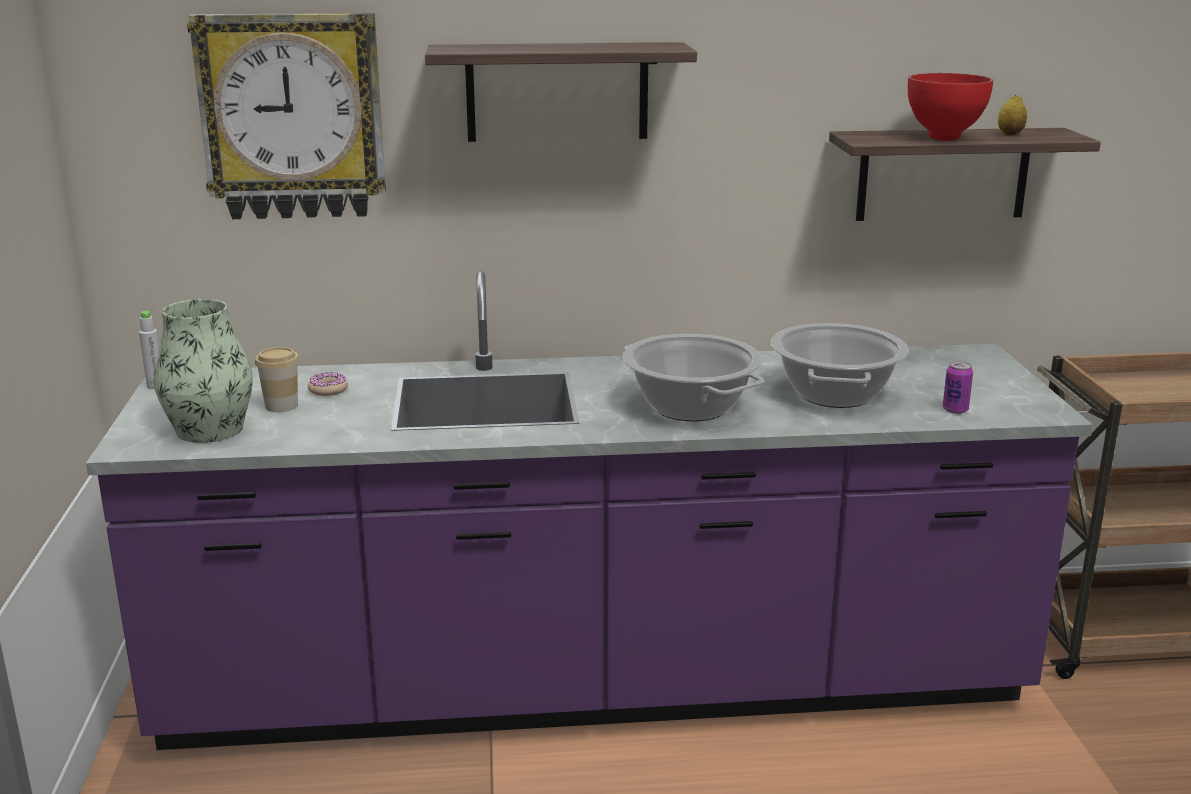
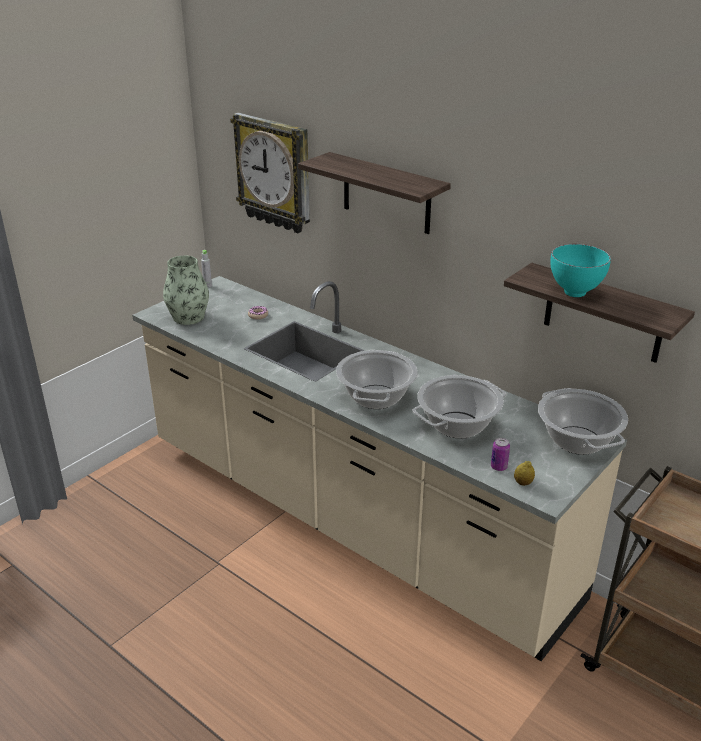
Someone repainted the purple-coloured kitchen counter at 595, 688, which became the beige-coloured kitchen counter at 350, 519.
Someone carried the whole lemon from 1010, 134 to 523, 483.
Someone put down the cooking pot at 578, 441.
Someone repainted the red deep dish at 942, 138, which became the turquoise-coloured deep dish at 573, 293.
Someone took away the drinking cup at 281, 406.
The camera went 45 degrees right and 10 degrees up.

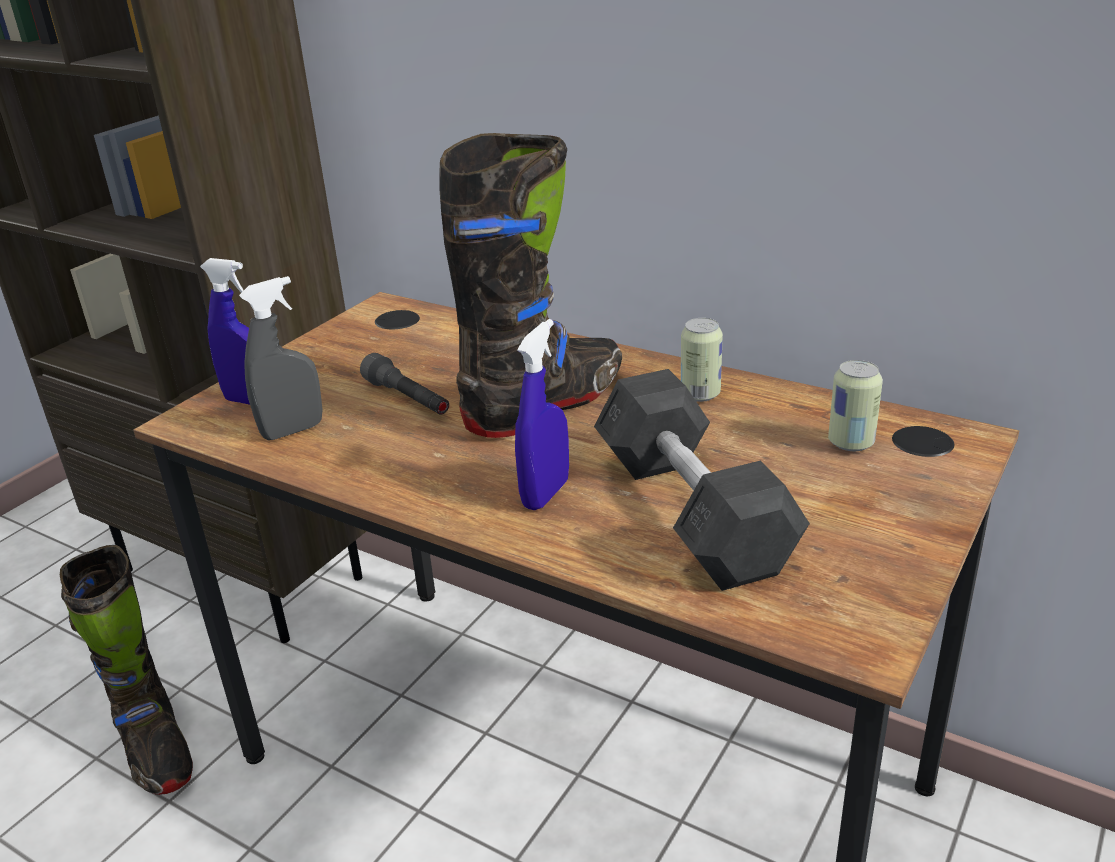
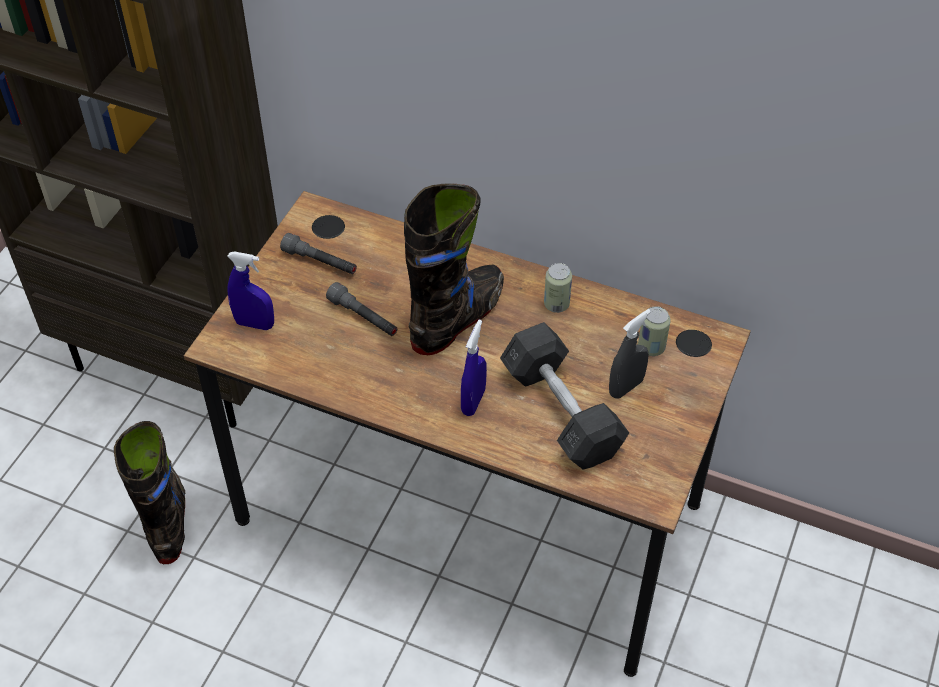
Someone rotated the blackish tall boot at 155, 748 by 150 degrees counterclockwise.
Someone put down the grey hand torch at 320, 262.
Someone carried the grey hand sprayer from 293, 431 to 626, 387.
The camera went 10 degrees left and 20 degrees up.

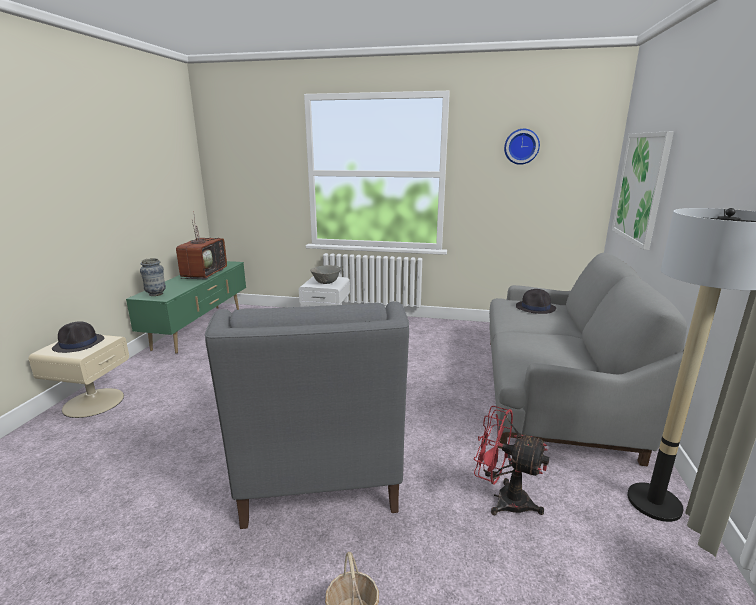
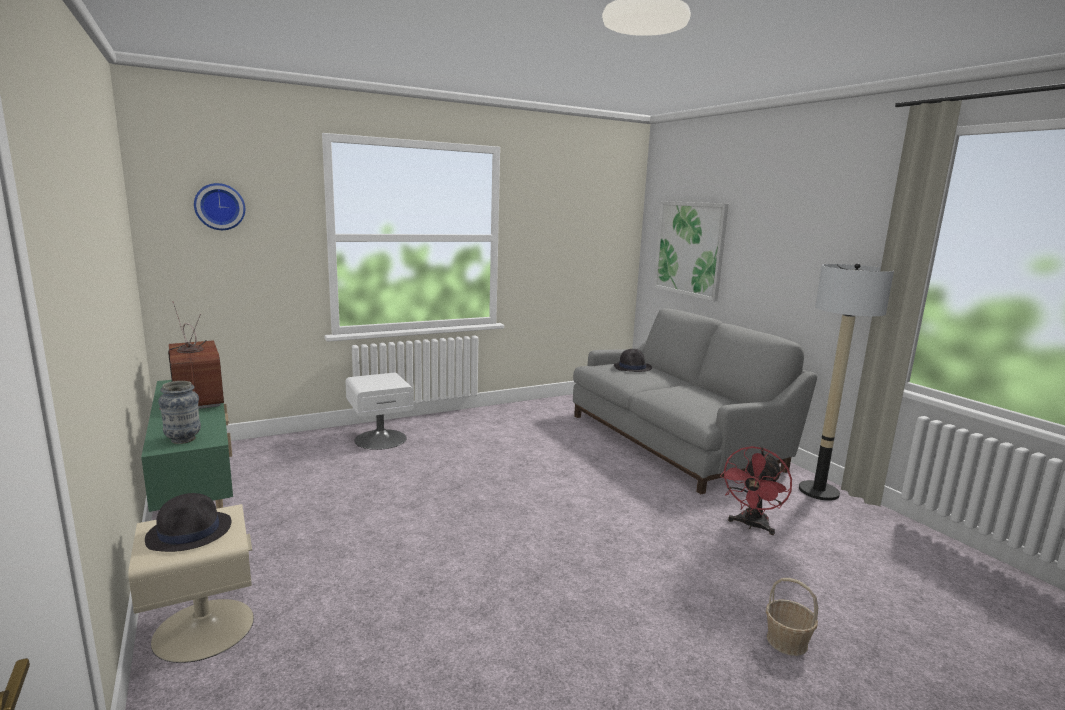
Someone carried the clock on the wall from 521, 146 to 219, 206.
Someone rotated the red electric fan at 503, 499 by 45 degrees counterclockwise.
Someone took away the grey easy chair at 319, 458.
Someone took away the grey deep dish at 326, 283.
The camera went 40 degrees left and 5 degrees down.

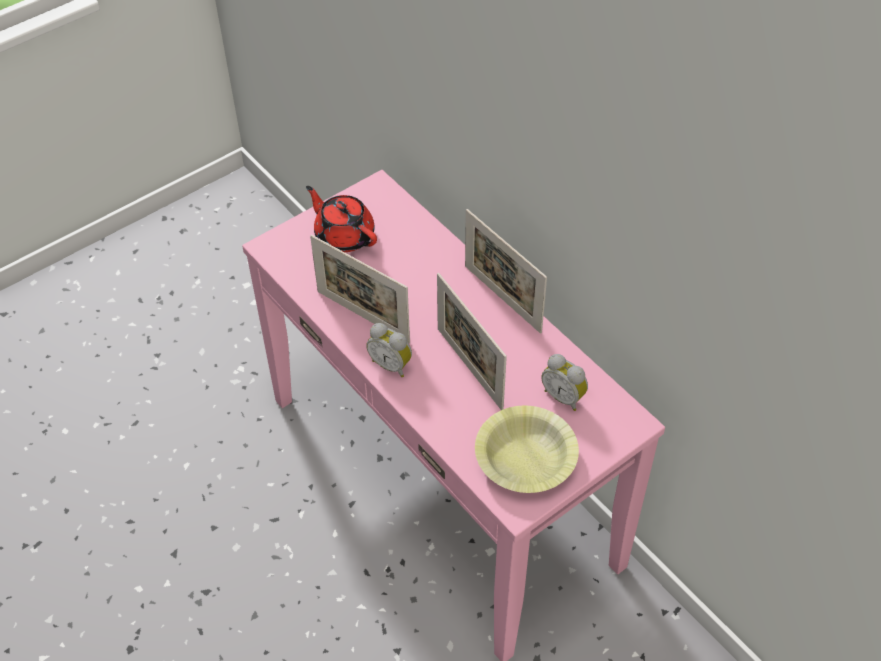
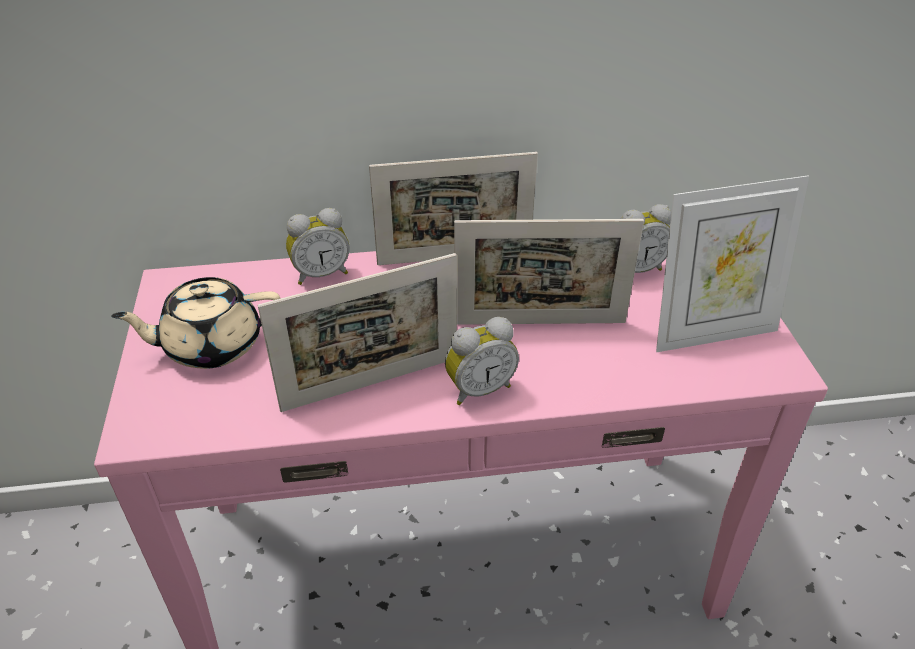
Someone repainted the red tea pot at 344, 235, which became the beige-coloured tea pot at 211, 345.
Someone put down the bedside clock at 321, 274.
Someone swapped the yellow deep dish at 526, 458 for the picture frame at 711, 332.
The camera went 60 degrees left and 10 degrees down.

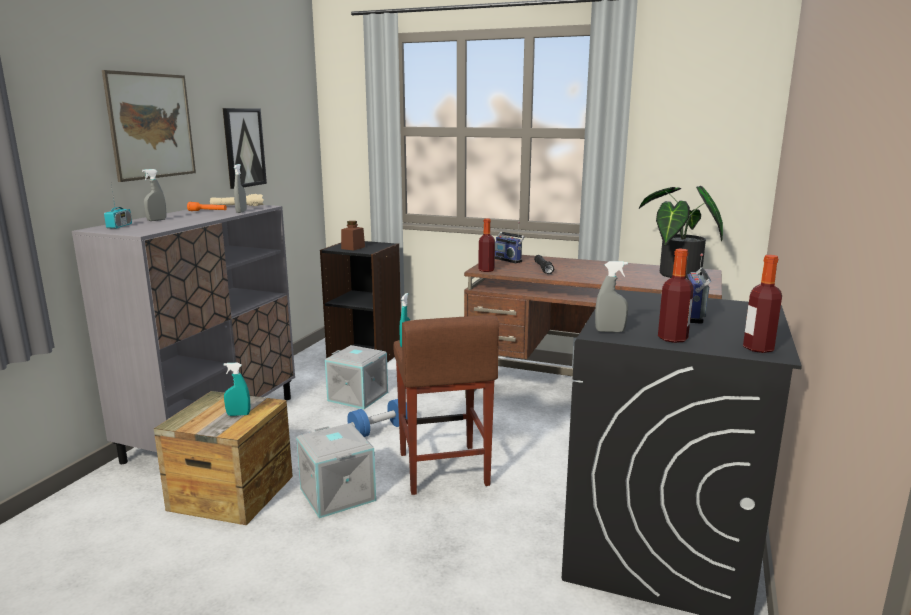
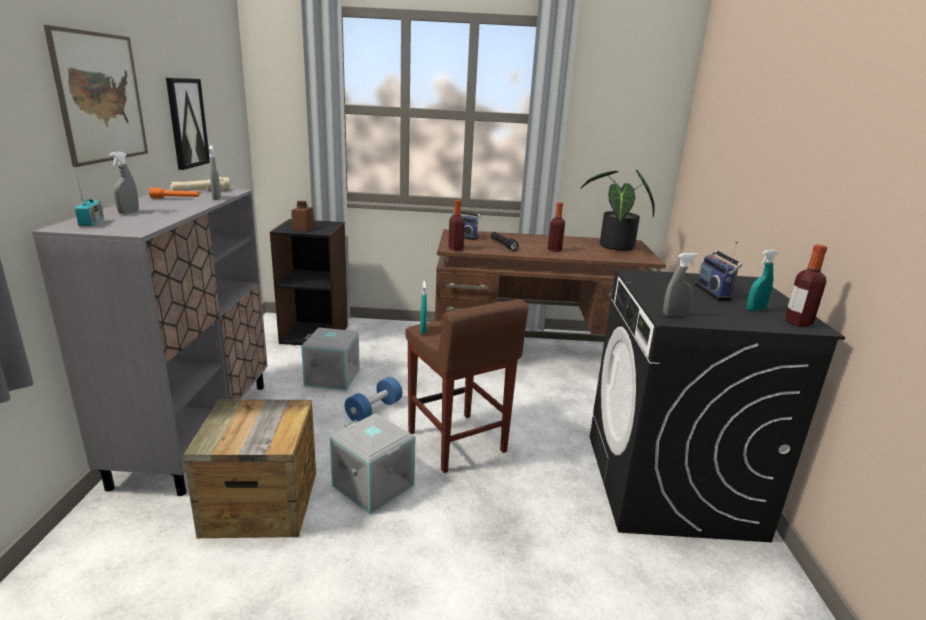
Someone carried the drink bottle from 672, 338 to 554, 250.
Someone carried the turquoise-coloured hand sprayer from 238, 414 to 755, 309.
The camera went 20 degrees left and 5 degrees up.

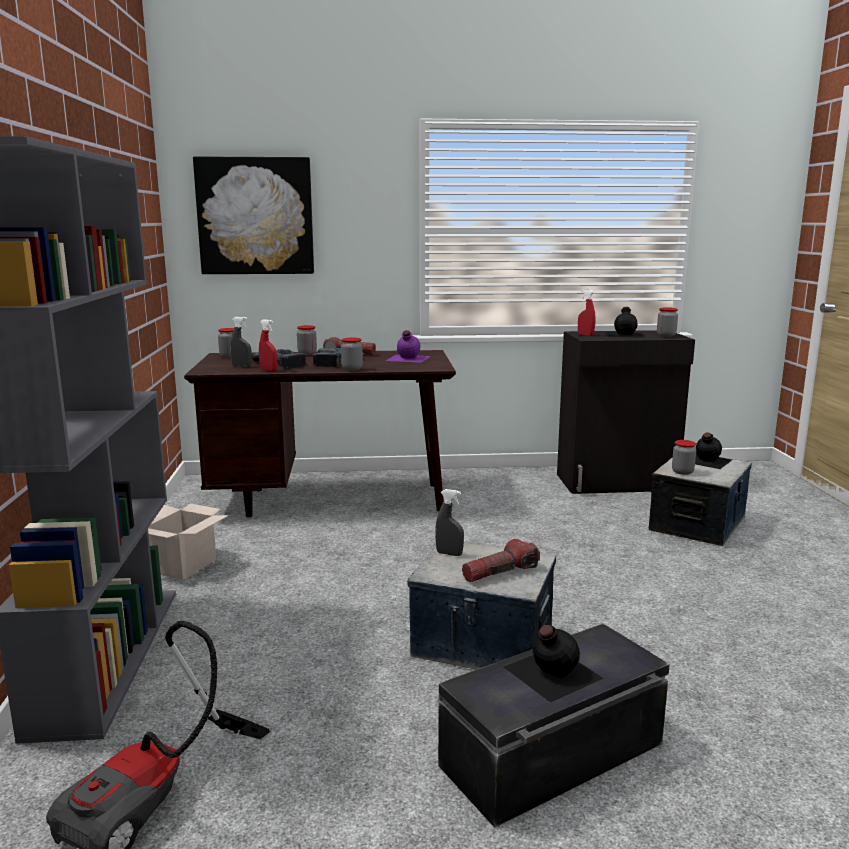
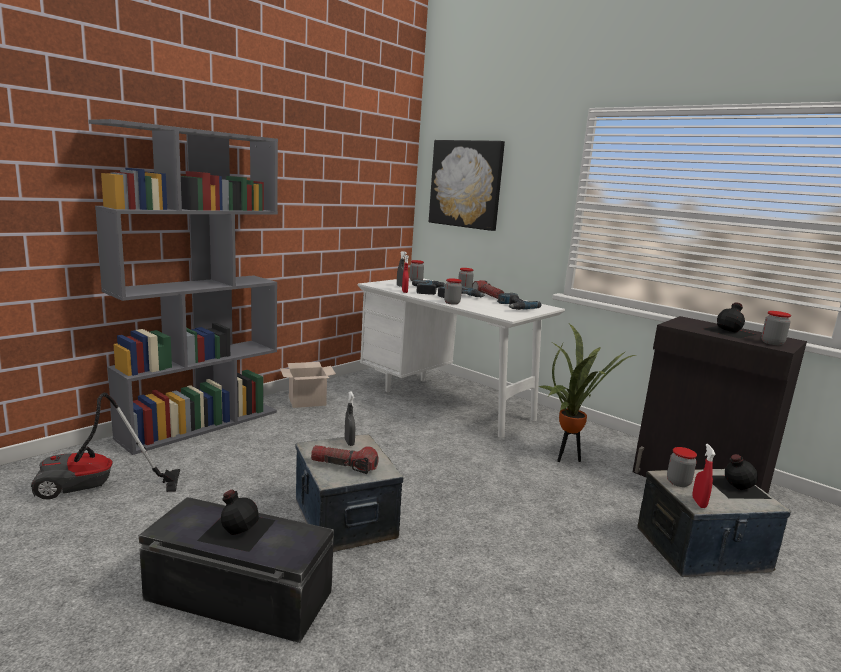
Someone repainted the brownish desk table at 330, 500, which became the white-coloured desk table at 447, 401.
Someone swapped the purple-coloured drink bottle at 407, 358 for the drill at 514, 307.
Someone put down the plant in a pot at 566, 458.
Someone carried the red hand sprayer from 585, 335 to 699, 502.
The camera went 45 degrees right and 0 degrees up.

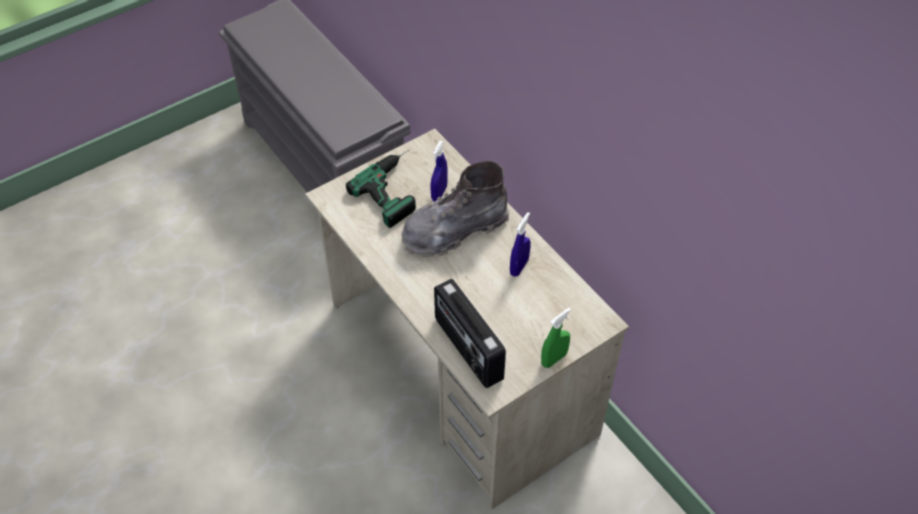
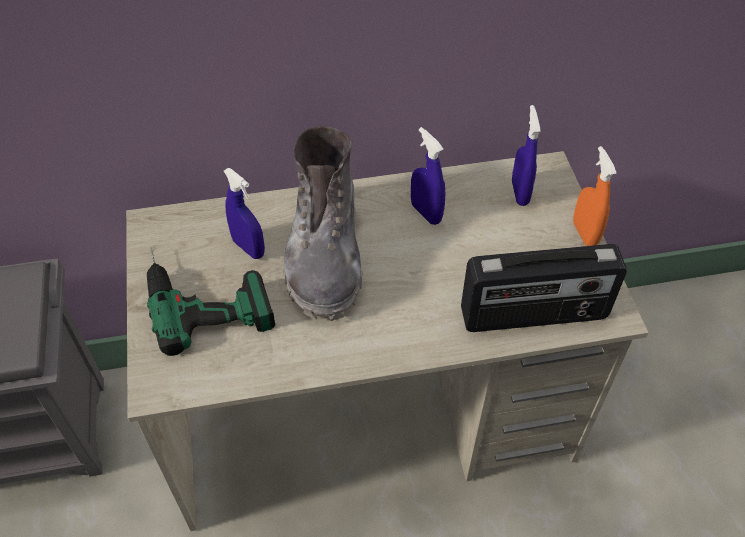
Someone put down the bluish hand sprayer at 519, 193.
Someone repainted the greenish hand sprayer at 554, 359, which became the orangey hand sprayer at 584, 234.
The camera went 65 degrees left and 0 degrees up.

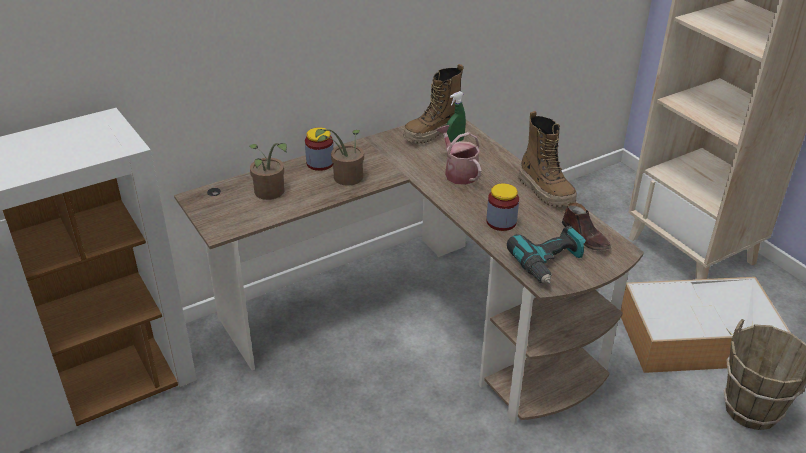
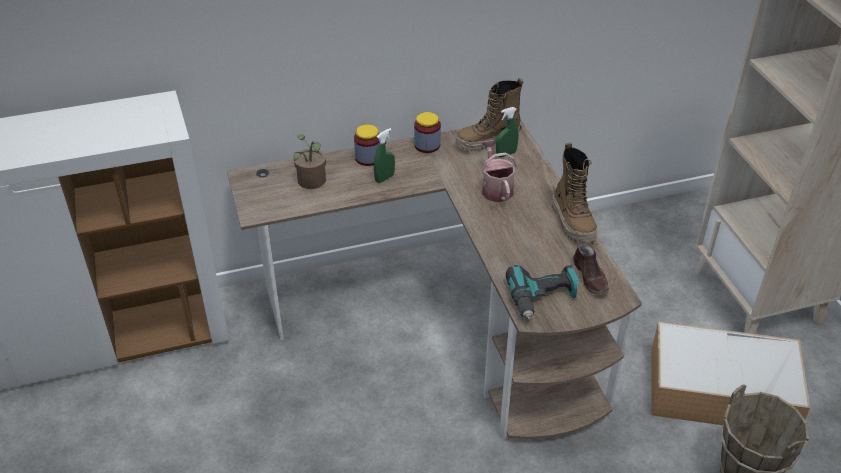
Someone swapped the plant in a pot at 344, 179 for the greenish hand sprayer at 384, 178.
Someone carried the preserve jar from 501, 222 to 427, 145.
The camera went 15 degrees right and 5 degrees up.

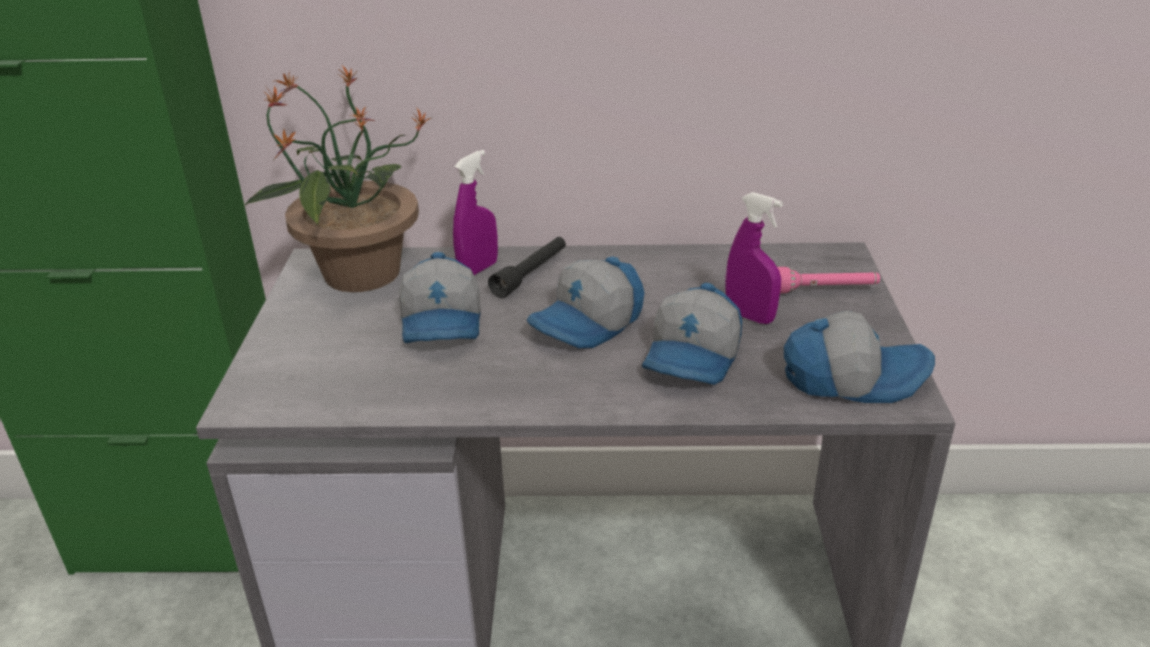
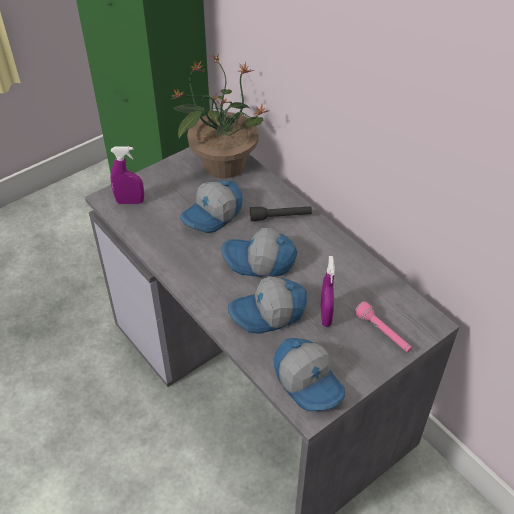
Someone carried the purple-coloured hand sprayer from 478, 269 to 130, 202.
The camera went 50 degrees right and 15 degrees up.

